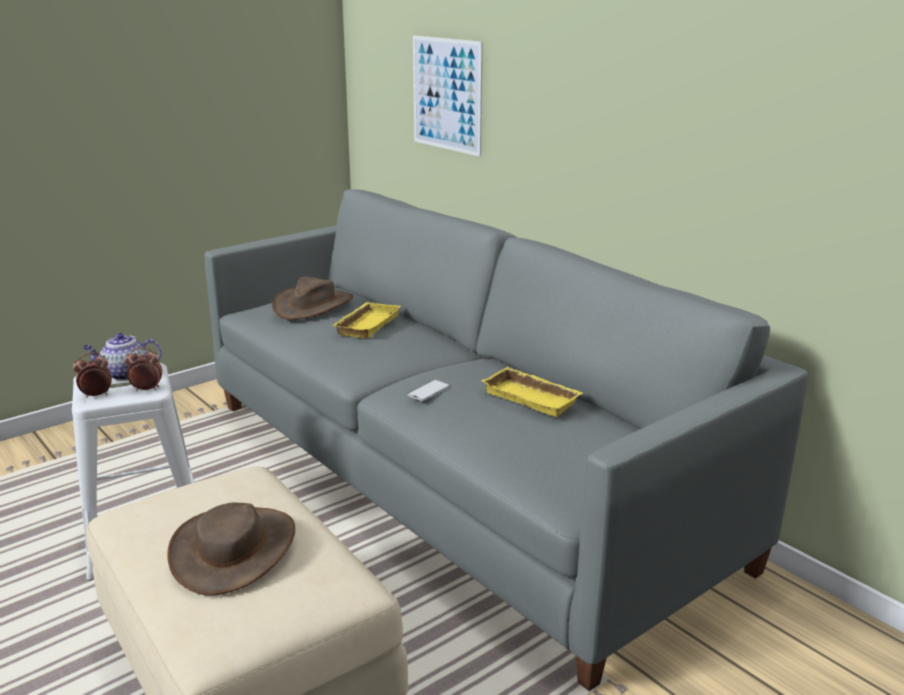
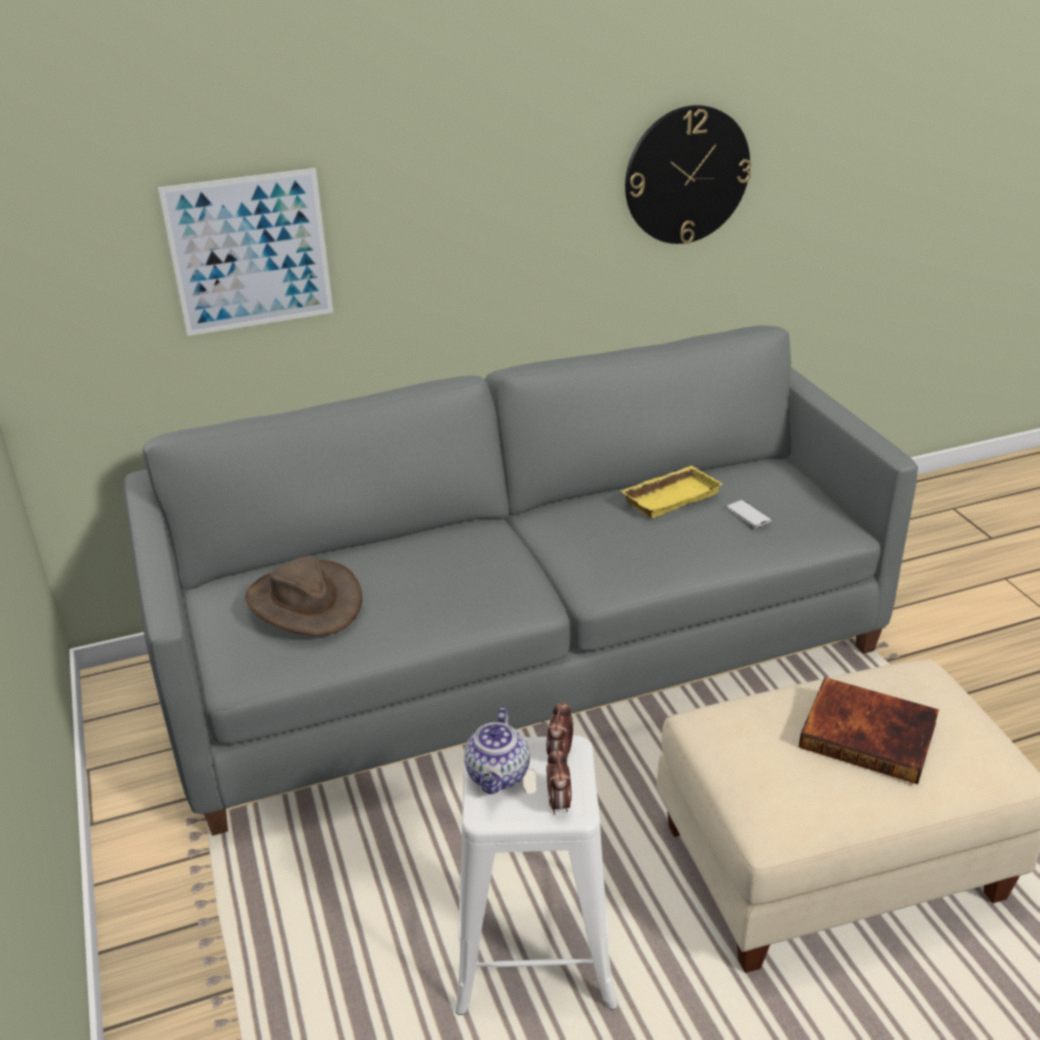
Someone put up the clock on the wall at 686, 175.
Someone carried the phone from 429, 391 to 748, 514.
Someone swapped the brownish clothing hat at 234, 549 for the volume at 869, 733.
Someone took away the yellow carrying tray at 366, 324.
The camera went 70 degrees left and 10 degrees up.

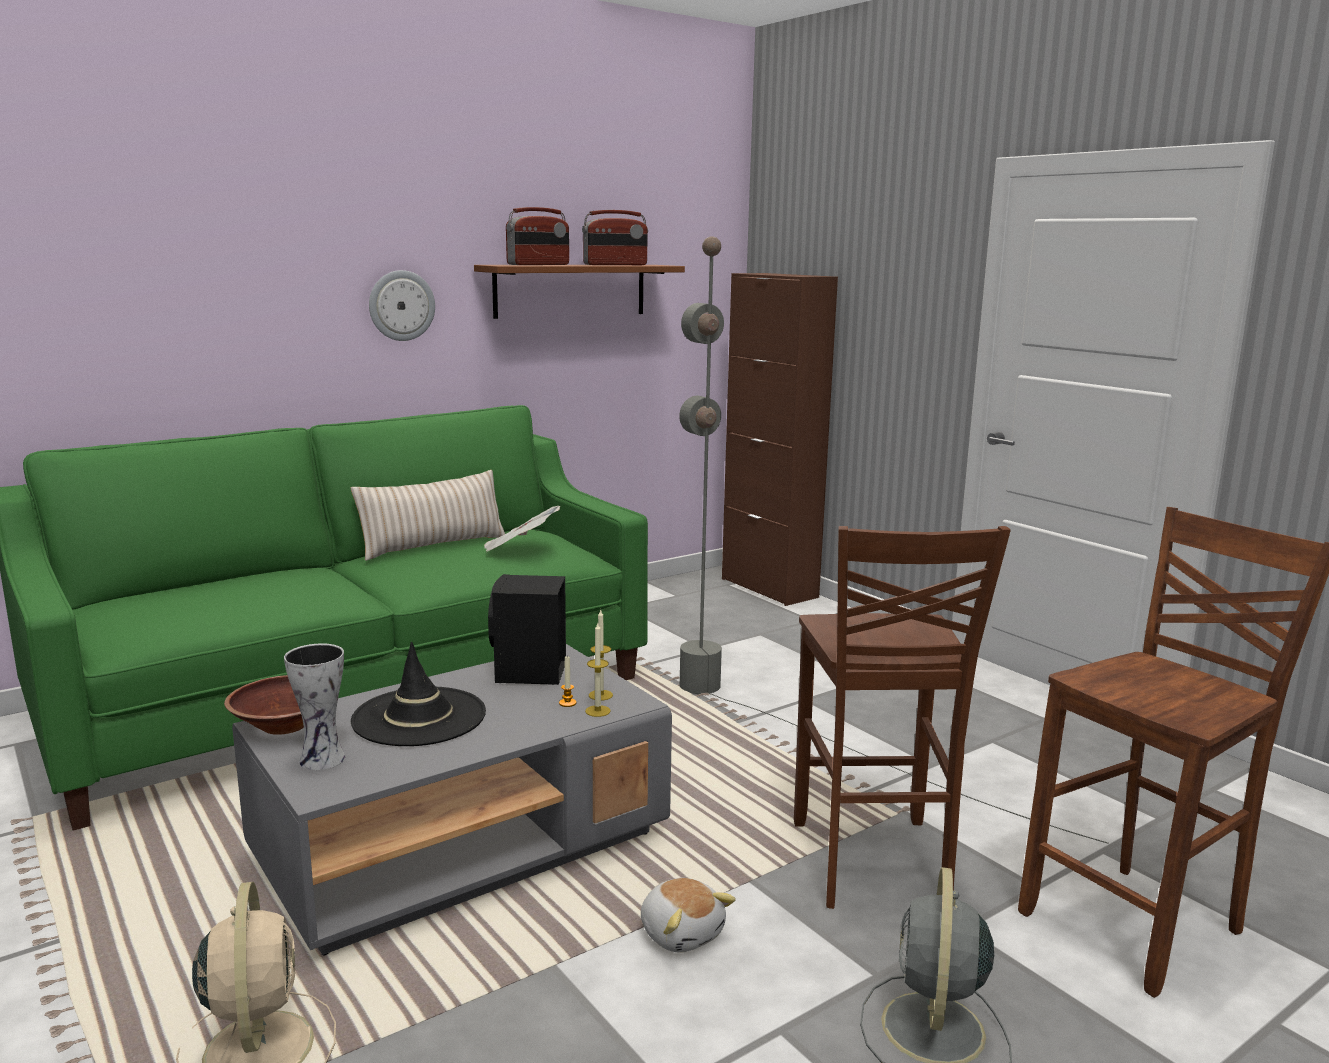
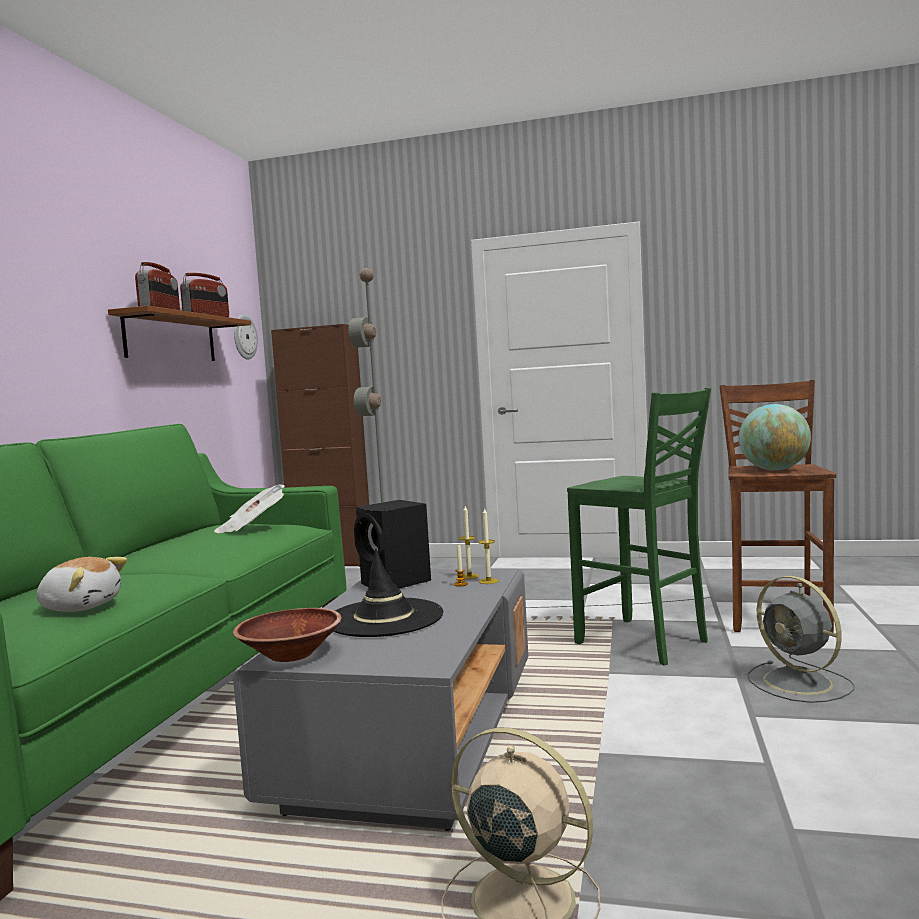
Someone carried the soft toy from 682, 932 to 81, 606.
Someone carried the clock on the wall from 401, 305 to 244, 337.
Someone repainted the brownish stool at 871, 865, which became the greenish stool at 644, 643.
Someone put down the world globe at 775, 470.
Someone took away the decorative vase at 324, 759.
Someone took away the beige-coloured throw pillow at 433, 546.
The camera went 40 degrees left and 10 degrees down.

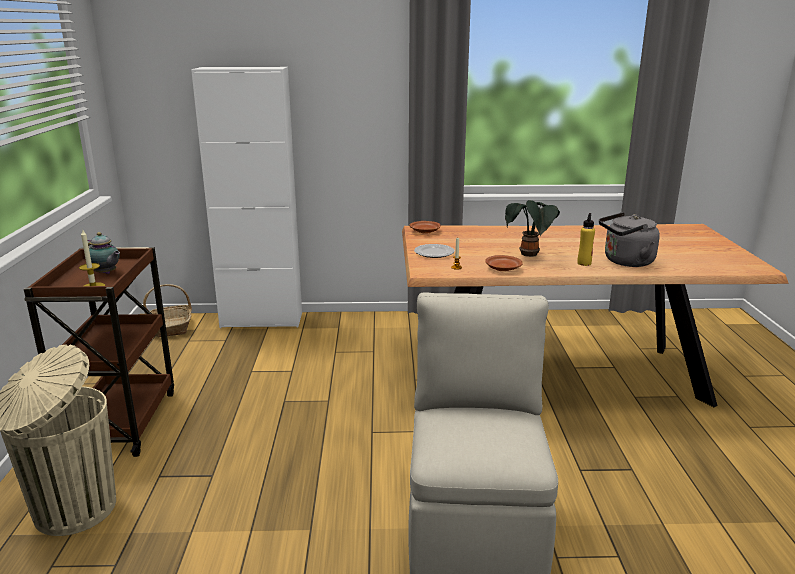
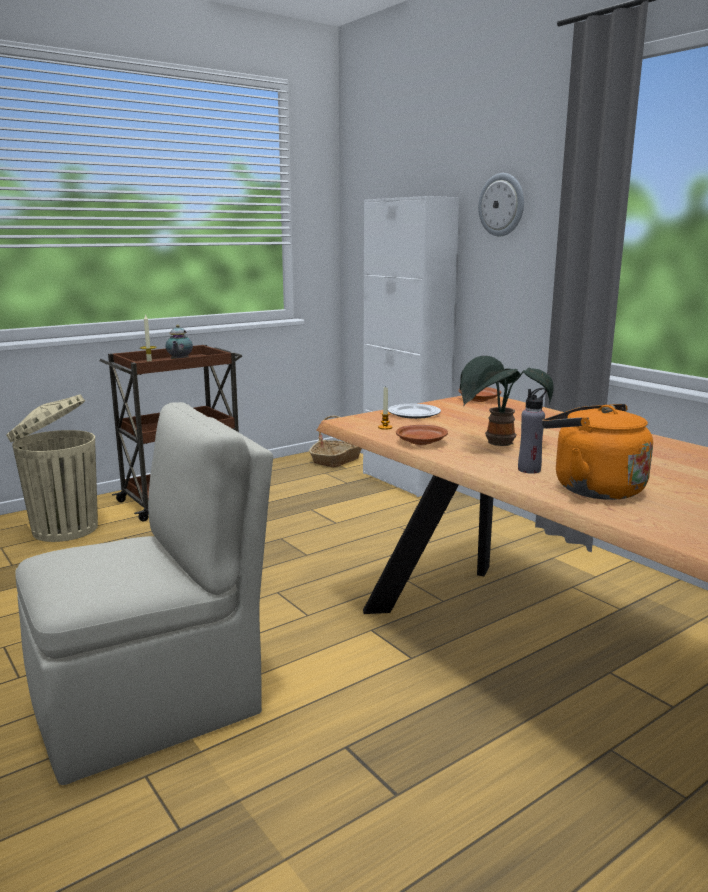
Someone put up the clock on the wall at 502, 205.
Someone repainted the yellow drink bottle at 584, 263, which became the grey drink bottle at 529, 470.
Someone repainted the grey water kettle at 626, 262, which became the orangey water kettle at 592, 488.
The camera went 55 degrees right and 5 degrees down.

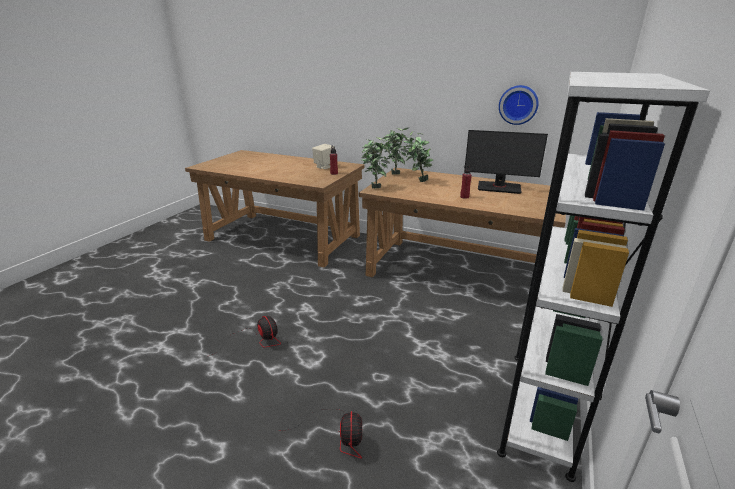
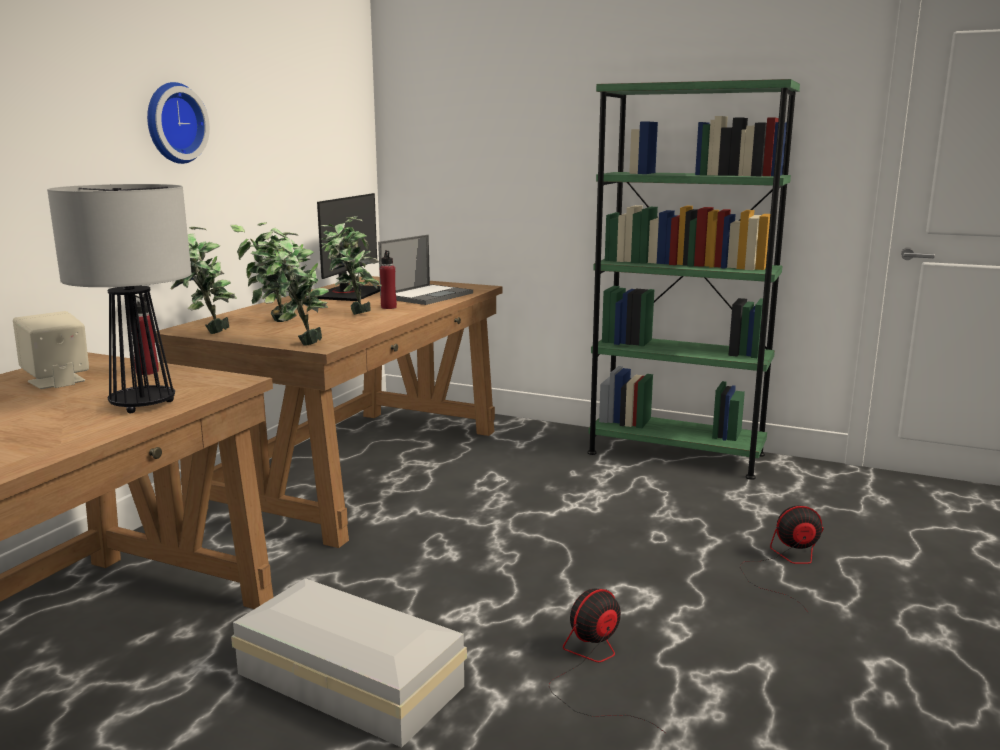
Someone put down the lamp for a table at 143, 405.
Someone carried the clock on the wall from 518, 104 to 172, 123.
Someone put down the white-coloured storage bin at 349, 677.
Someone put down the plant in a pot at 352, 313.
Someone put down the notebook computer at 427, 295.
Someone repainted the white-coloured bookcase at 539, 408, which became the greenish bookcase at 675, 454.
The camera went 90 degrees left and 10 degrees down.

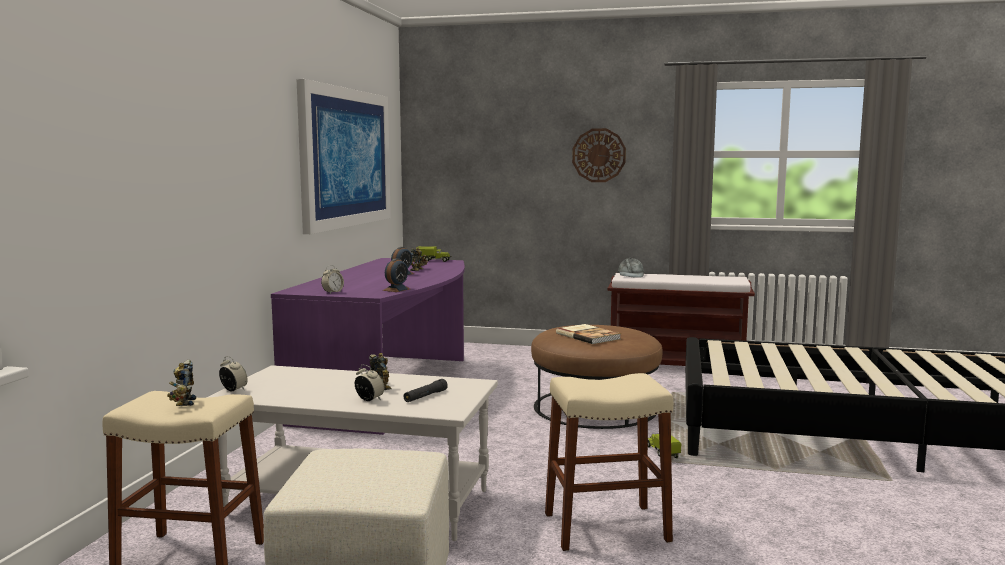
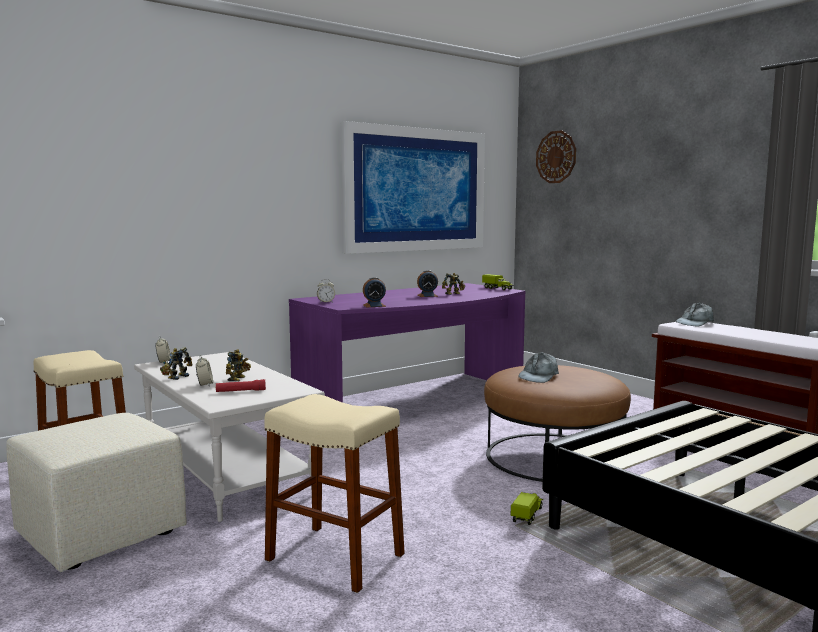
Someone carried the robot figure from 183, 402 to 176, 377.
Someone repainted the blackish hand torch at 425, 396, which became the red hand torch at 240, 391.
Someone swapped the volume at 588, 336 for the grey peaked cap at 538, 376.
Someone carried the clock on the wall from 599, 155 to 556, 157.
The camera went 40 degrees right and 0 degrees up.

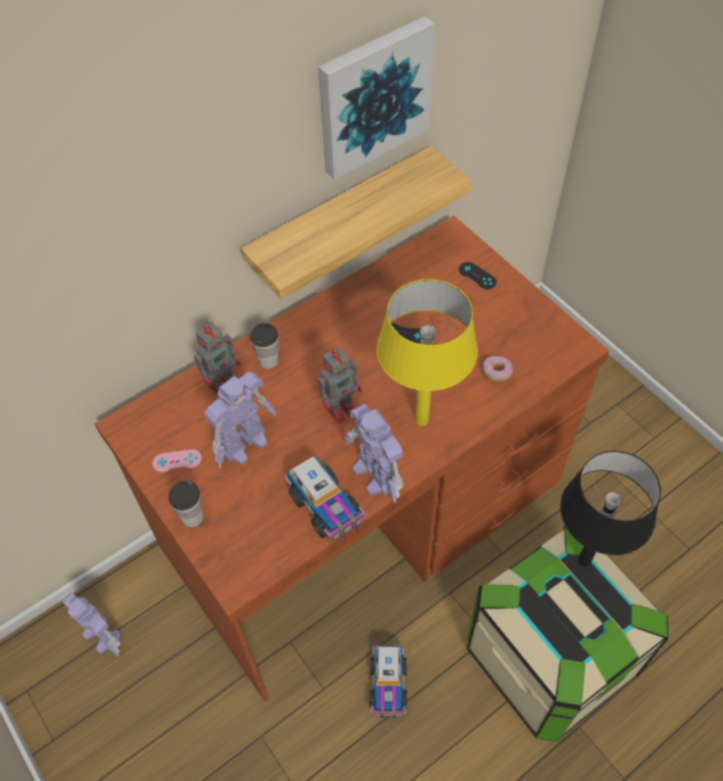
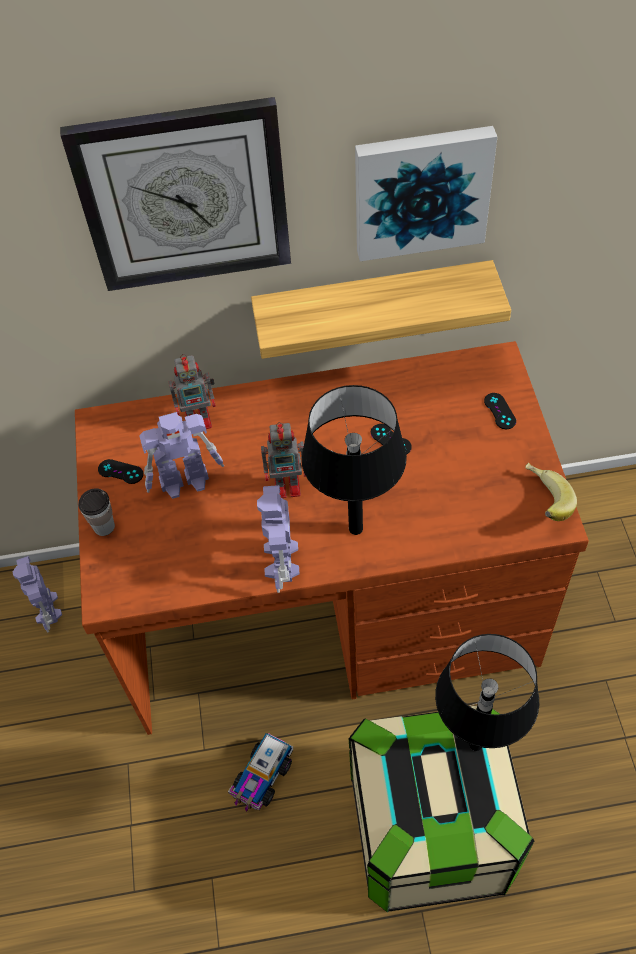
Someone put up the clock on the wall at 184, 197.
Someone repainted the pink-coloured game controller at 177, 461, which became the blackish game controller at 120, 472.
Someone repainted the yellow lamp for a table at 421, 420, which became the blackish lamp for a table at 355, 528.
Someone put down the whole banana at 542, 502.
Someone took away the drinking cup at 268, 360.
Someone took away the toy truck at 326, 507.
Someone took away the donut at 496, 372.
The camera went 30 degrees right and 0 degrees up.

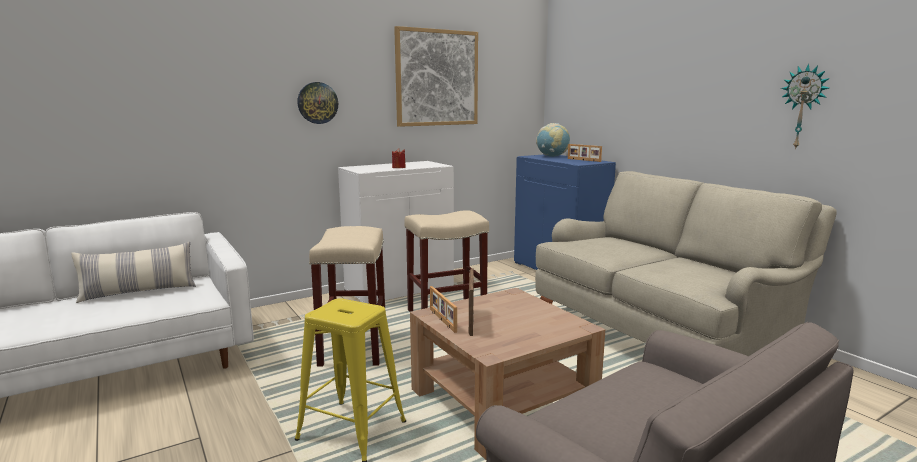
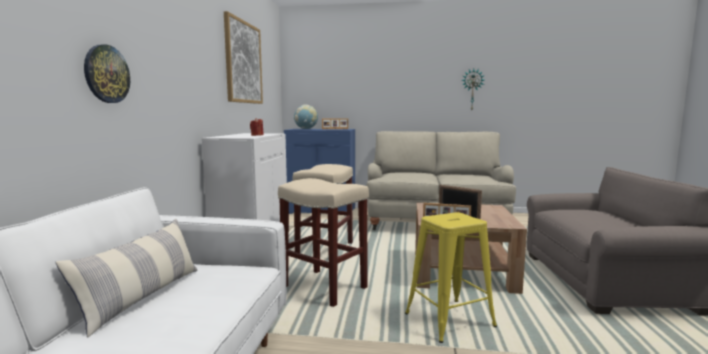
Someone carried the clock on the wall from 317, 103 to 106, 74.
The camera went 50 degrees left and 5 degrees down.

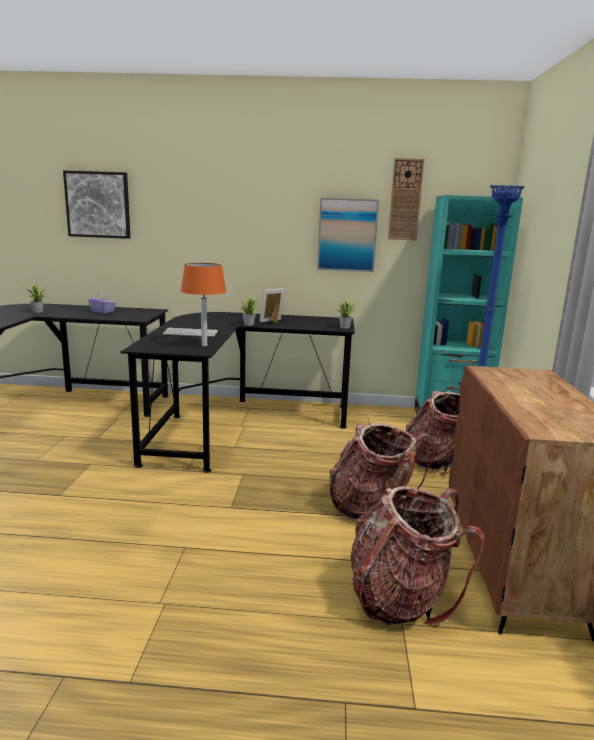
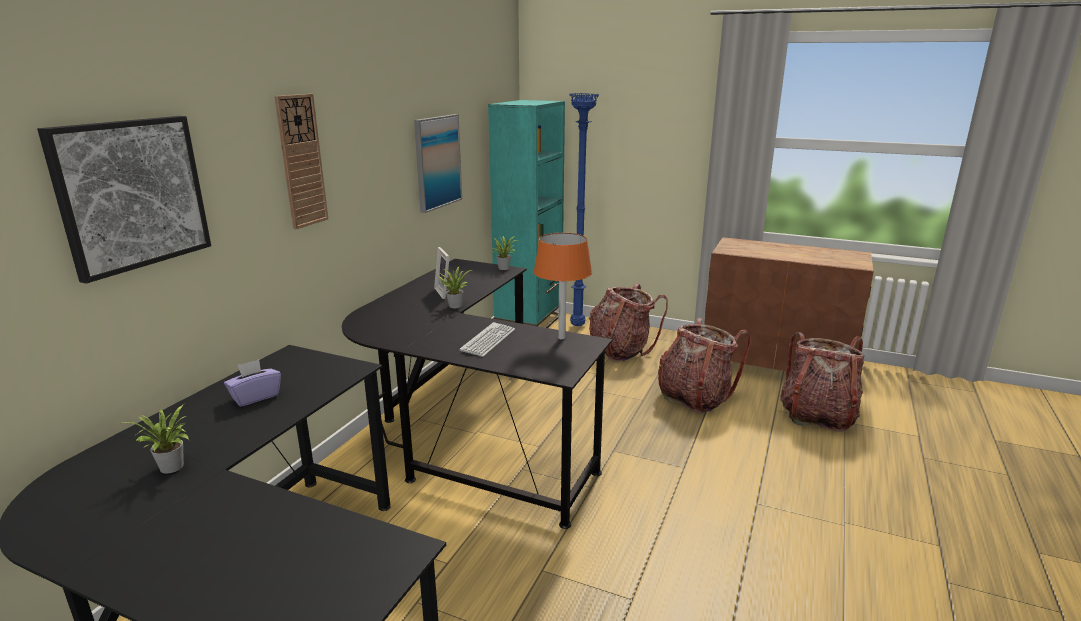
Someone carried the clock on the wall from 405, 200 to 301, 161.
The camera went 70 degrees left and 5 degrees up.

